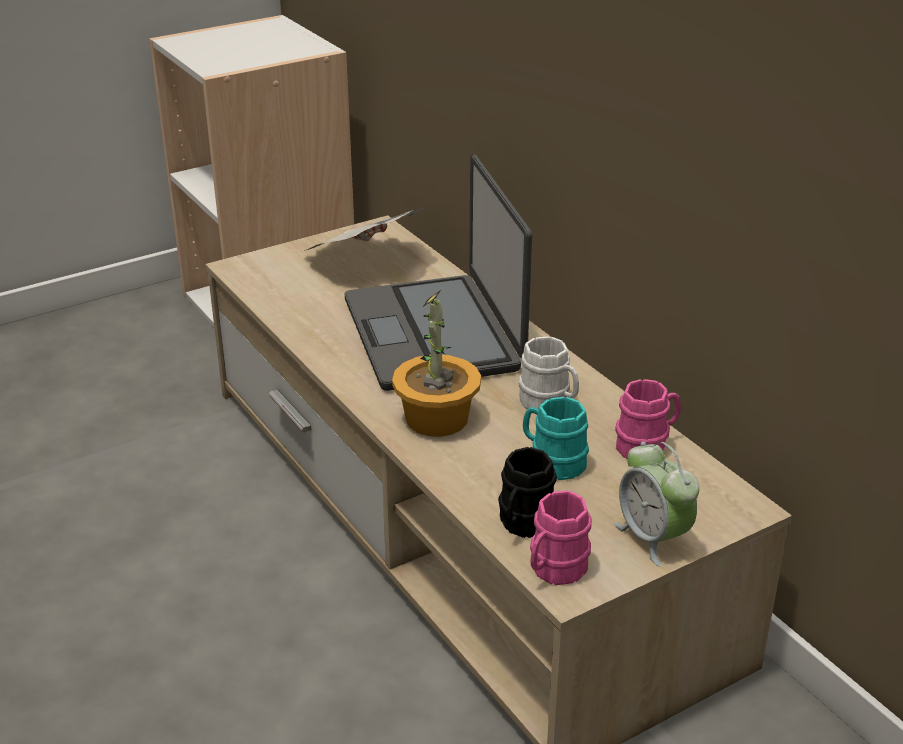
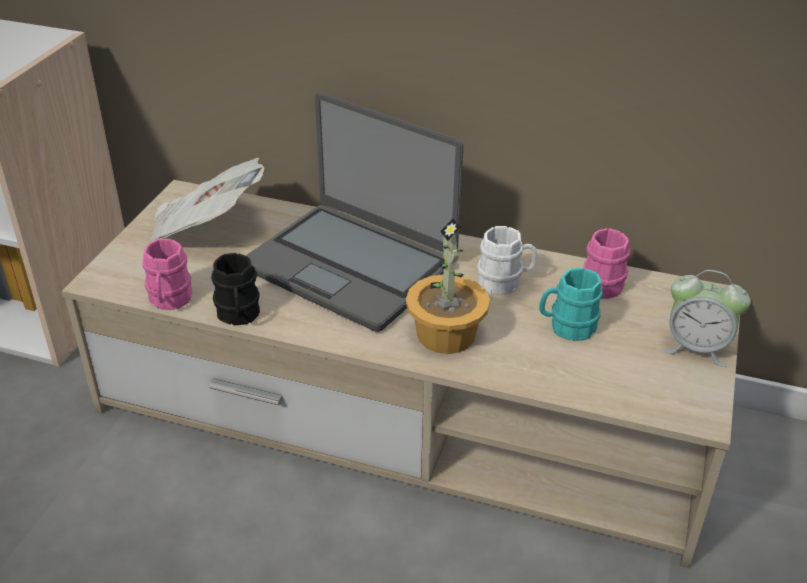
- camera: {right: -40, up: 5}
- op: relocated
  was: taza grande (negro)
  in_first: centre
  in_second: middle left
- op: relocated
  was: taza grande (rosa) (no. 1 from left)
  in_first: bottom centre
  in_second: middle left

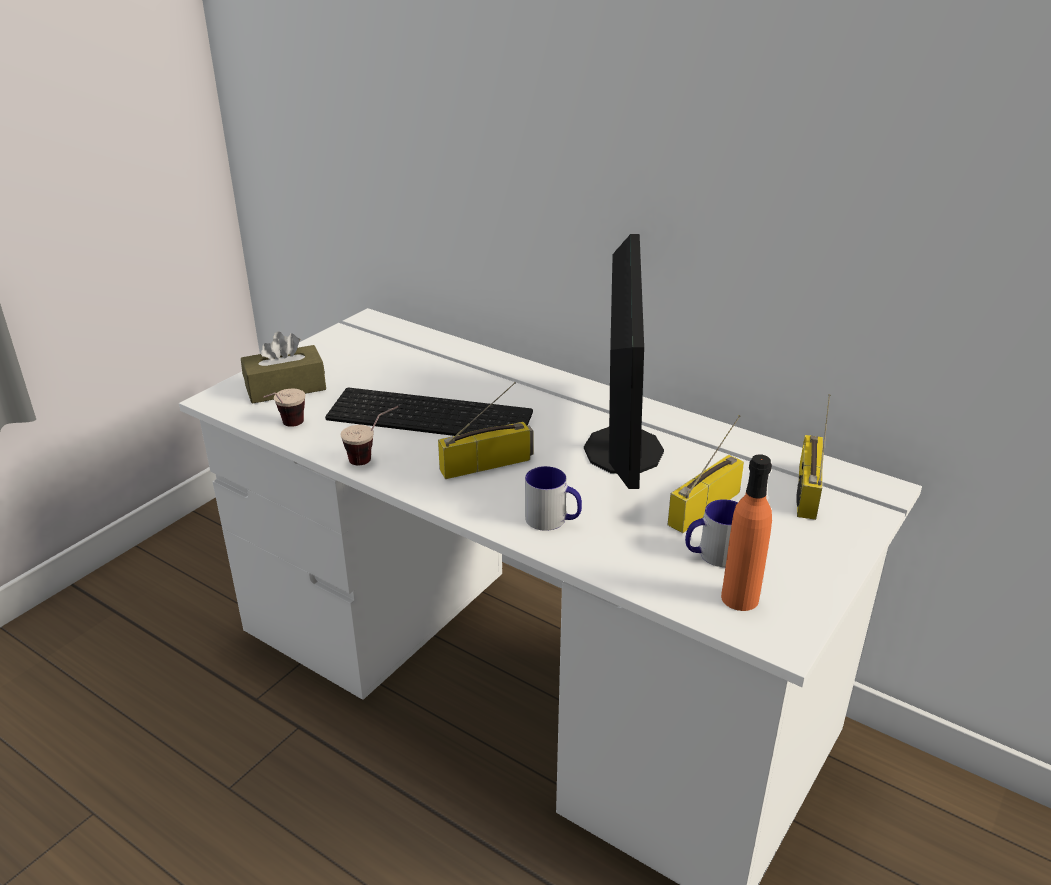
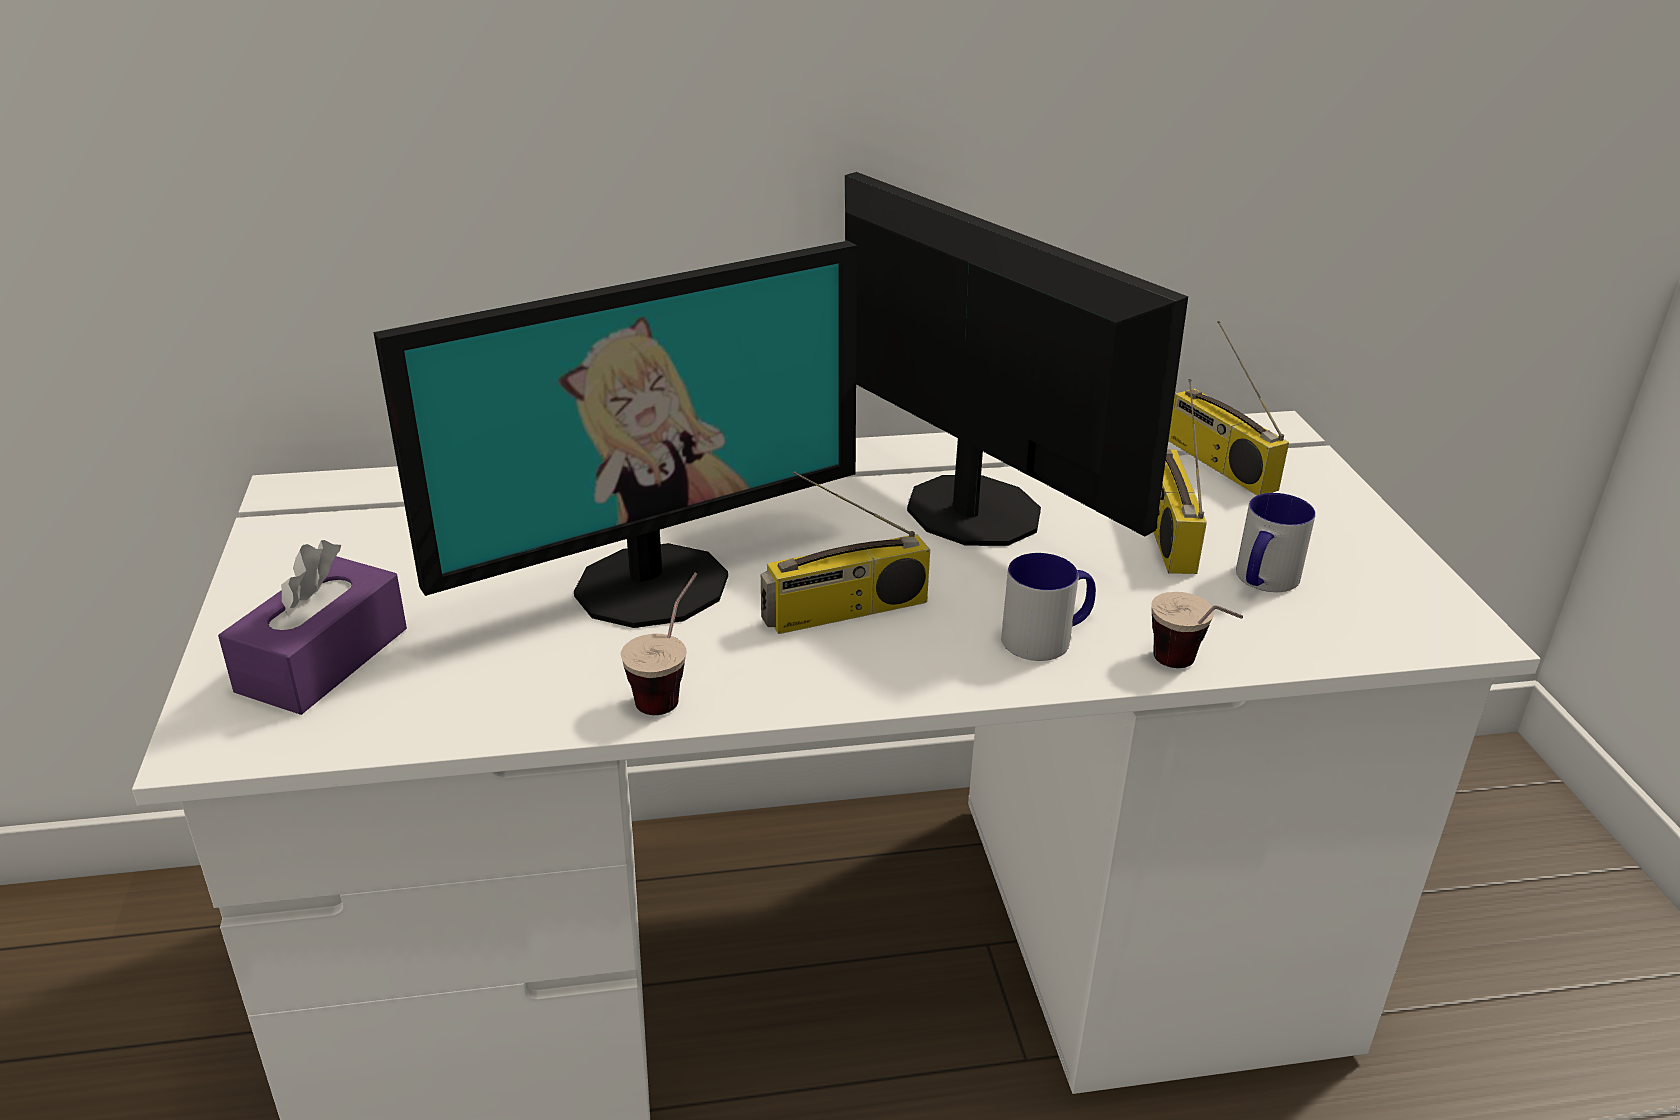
- camera: {right: -45, up: 0}
- op: colour
  was: caja de pañuelos (marrón)
  now: caja de pañuelos (morado)
  in_first: middle left
  in_second: middle left
- op: spun
  was: radio (no. 1 from left)
  in_first: centre
  in_second: centre
  clockwise: -135
- op: exchanged
  was: teclado
  now: monitor (no. 1 from left)
  in_first: centre
  in_second: centre
- op: relocated
  was: taza (no. 1 from left in the first image)
  now: taza (no. 2 from left)
  in_first: middle left
  in_second: middle right
- op: missing
  was: botella (naranja)
  in_first: middle right

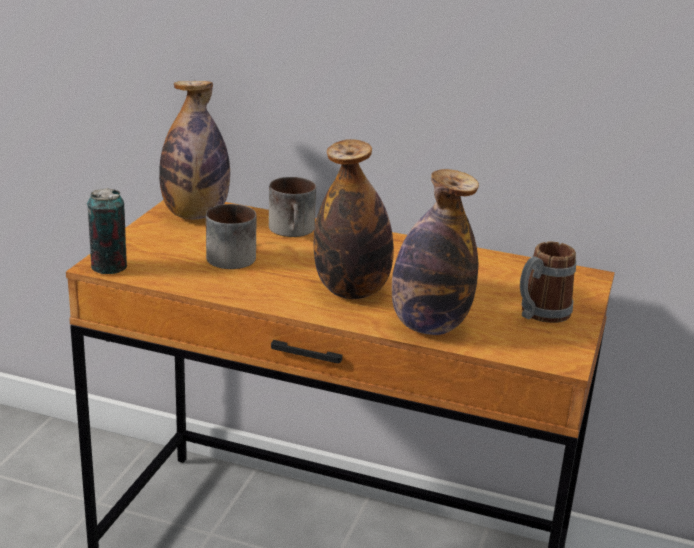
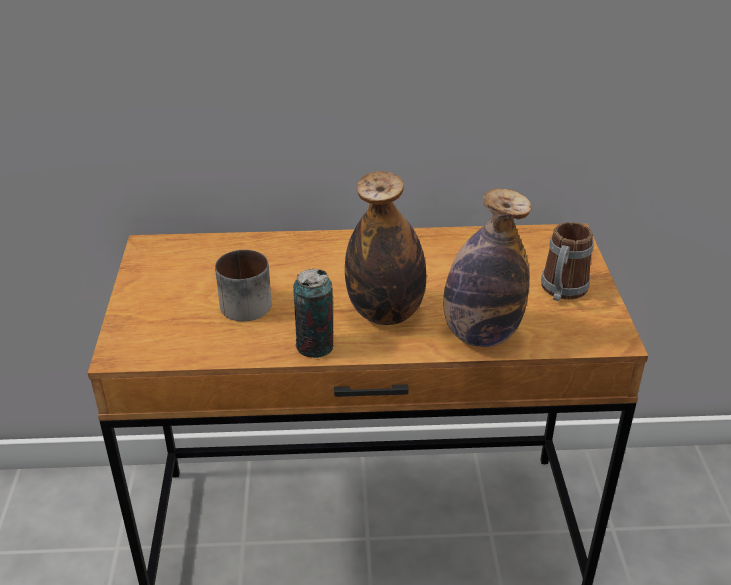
- camera: {right: -20, up: 10}
- op: missing
  was: botella (no. 1 from left)
  in_first: top left
- op: missing
  was: taza grande (no. 2 from left)
  in_first: centre
- op: relocated
  was: lata
  in_first: middle left
  in_second: centre

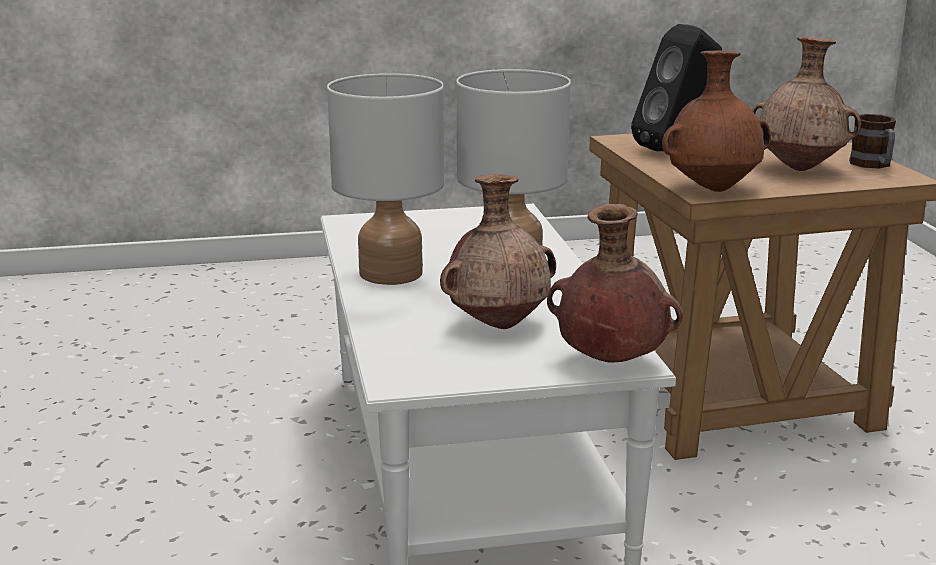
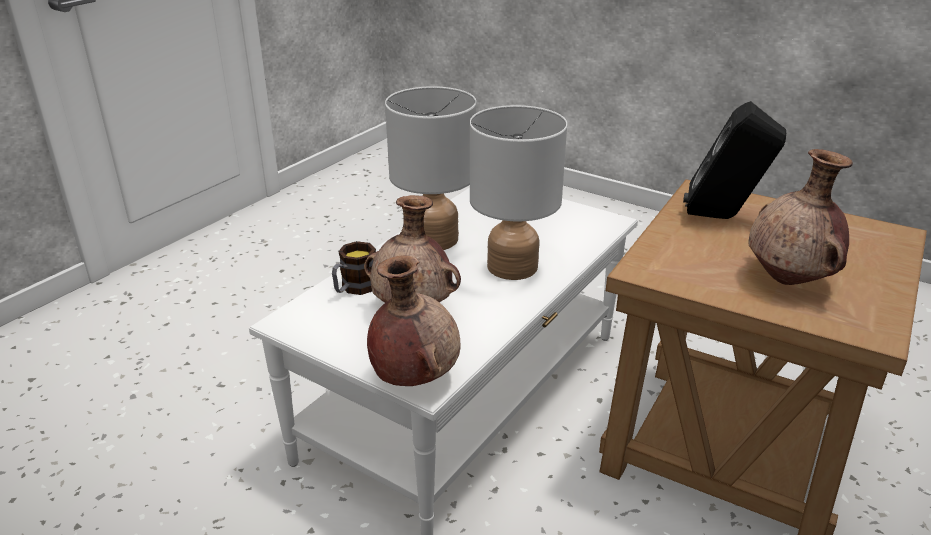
- camera: {right: 45, up: 10}
- op: missing
  was: florero (marrón) (no. 3 from left)
  in_first: top right
- op: relocated
  was: taza grande
  in_first: top right
  in_second: centre

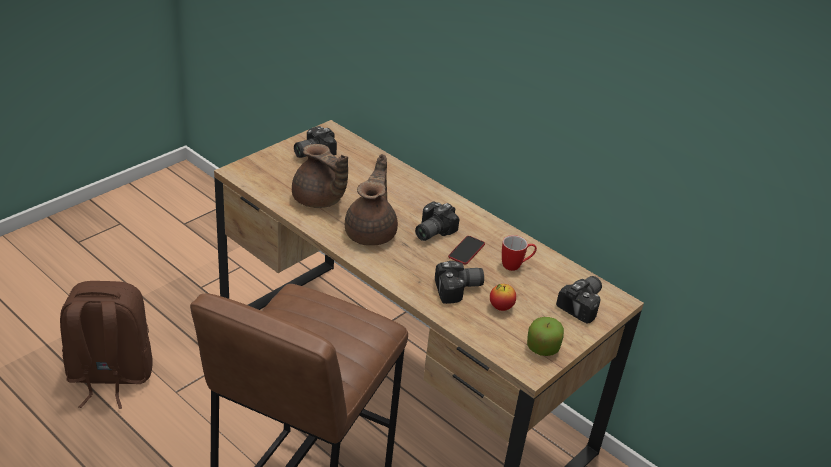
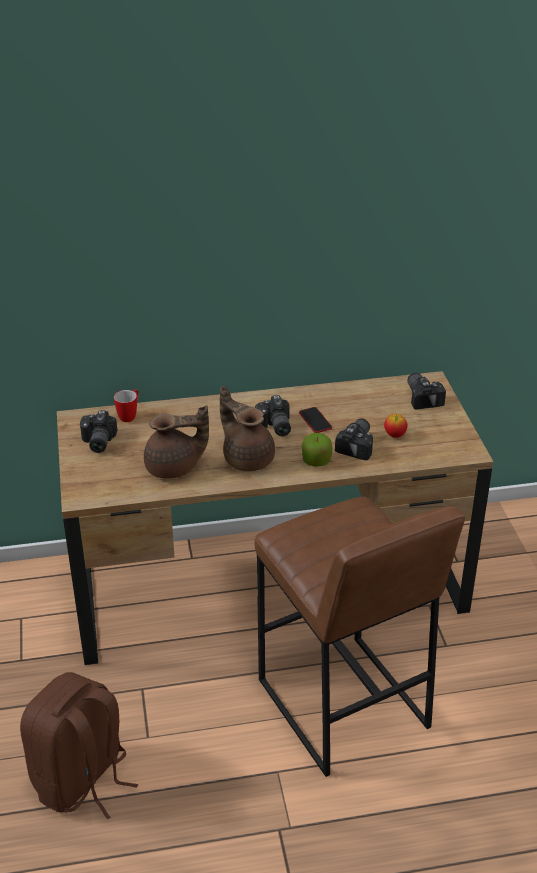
- camera: {right: -50, up: 0}
- op: relocated
  was: taza grande
  in_first: centre
  in_second: middle left
- op: relocated
  was: manzana (no. 2 from left in the first image)
  now: manzana (no. 1 from left)
  in_first: bottom centre
  in_second: centre

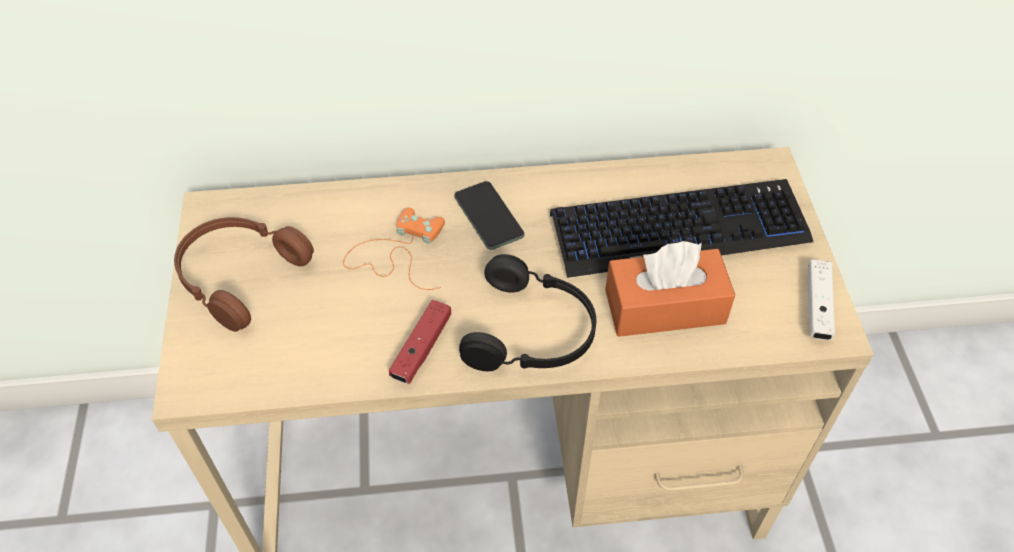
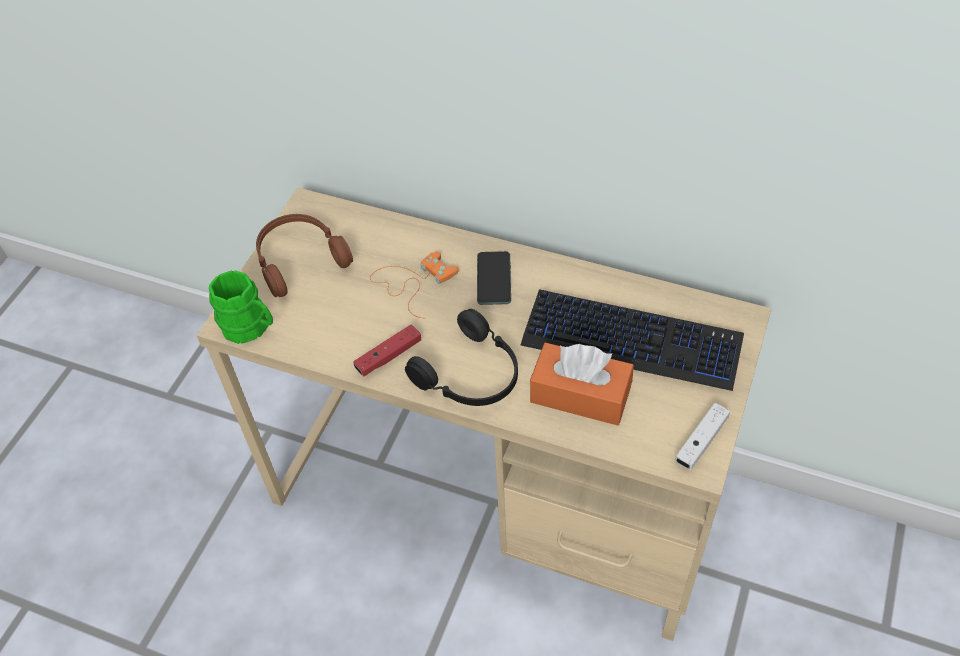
- camera: {right: 30, up: 0}
- op: appeared
  now: taza grande (verde)
  in_second: middle left

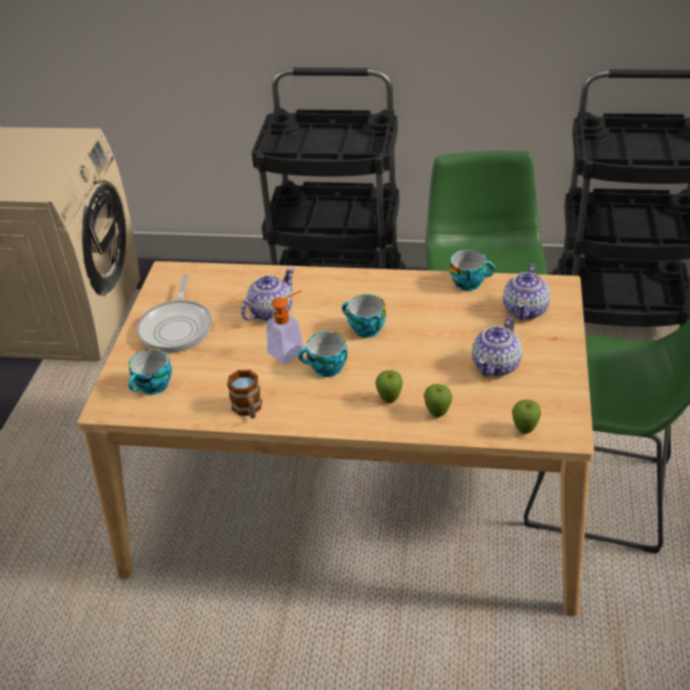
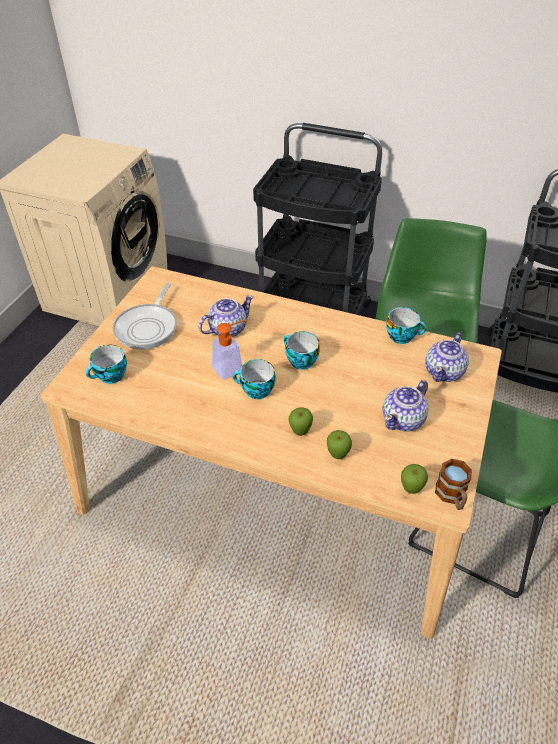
- camera: {right: 10, up: 5}
- op: relocated
  was: taza grande
  in_first: centre
  in_second: middle right

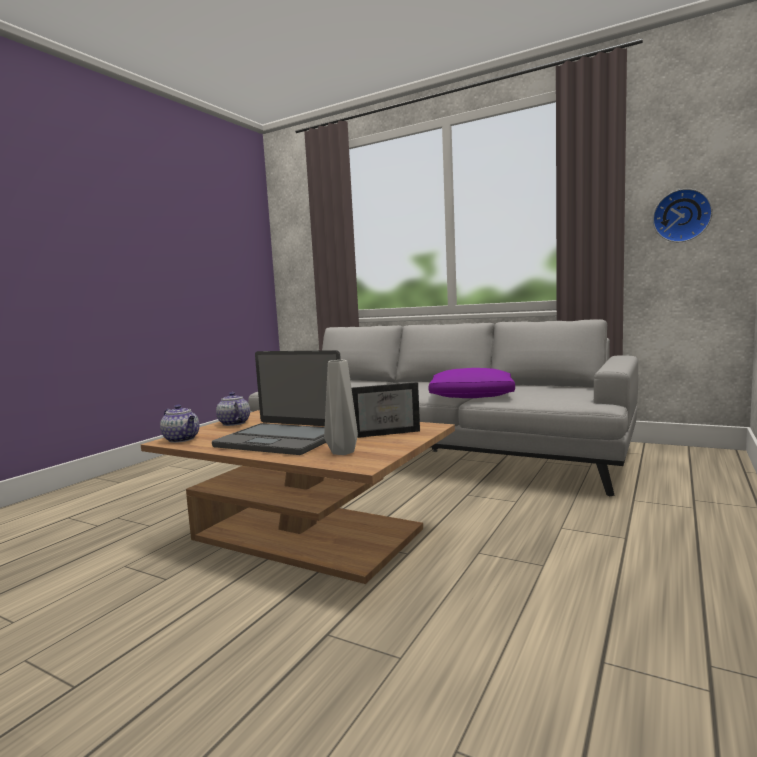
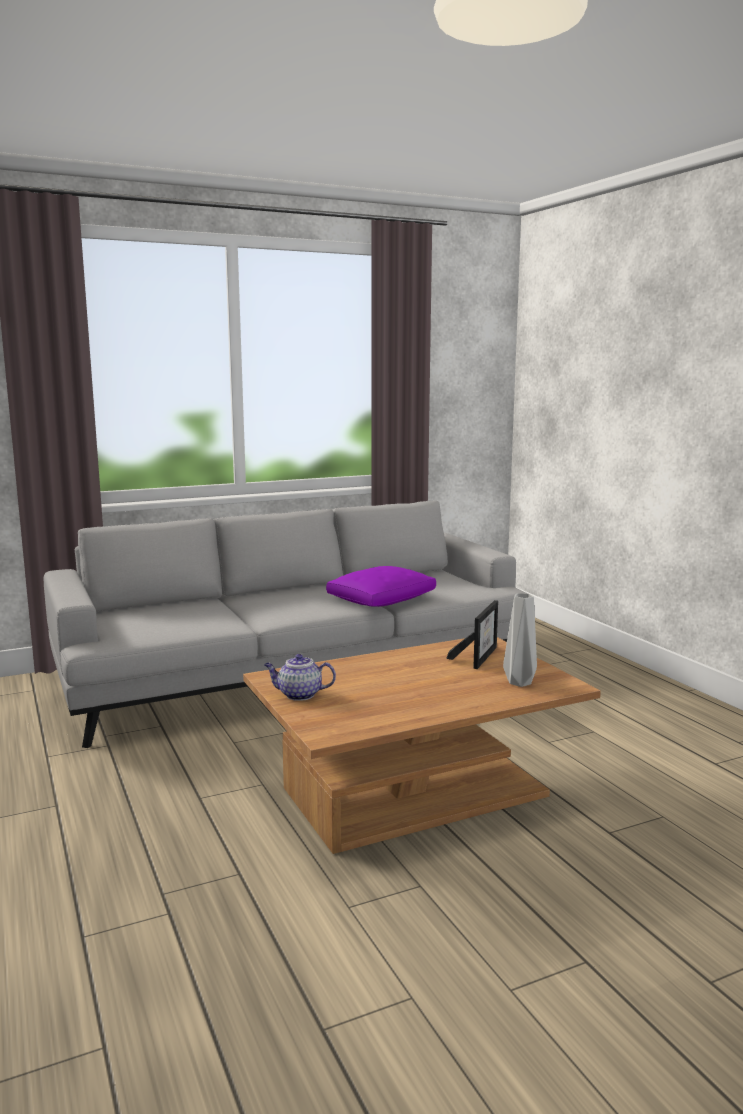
- camera: {right: -55, up: 5}
- op: missing
  was: reloj de pared
  in_first: top right
- op: missing
  was: portátil
  in_first: centre
- op: missing
  was: tetera (no. 1 from left)
  in_first: middle left

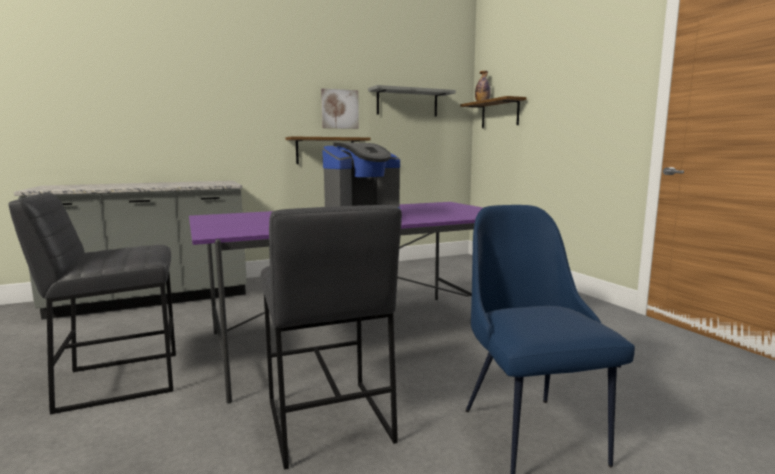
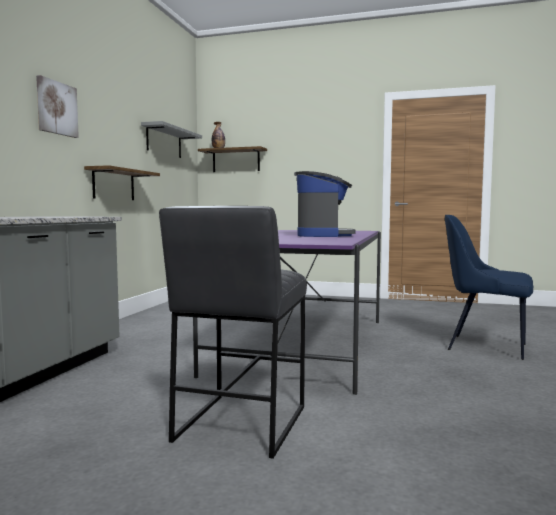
- camera: {right: -50, up: -5}
- op: relocated
  was: cuadro
  in_first: top centre
  in_second: top left
- op: missing
  was: taburete (gris) (no. 2 from left)
  in_first: bottom centre

